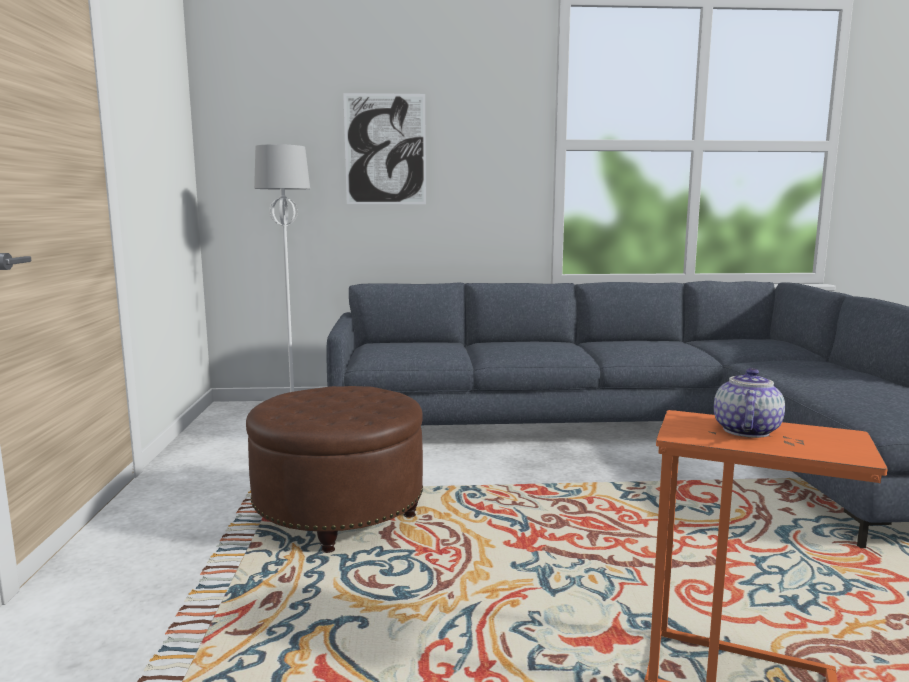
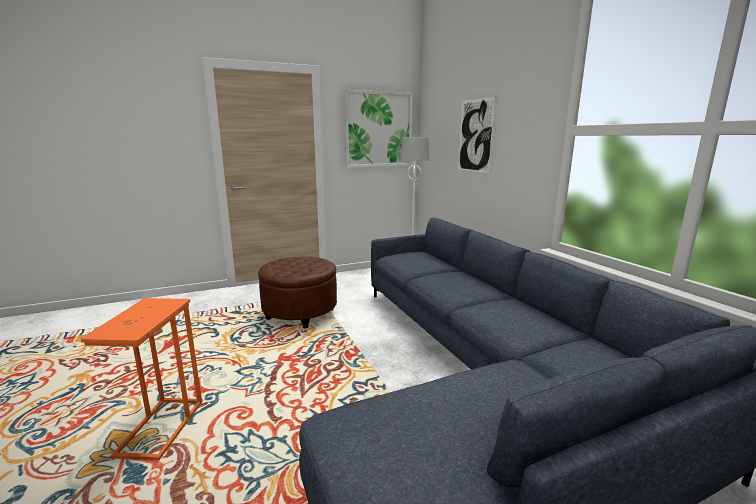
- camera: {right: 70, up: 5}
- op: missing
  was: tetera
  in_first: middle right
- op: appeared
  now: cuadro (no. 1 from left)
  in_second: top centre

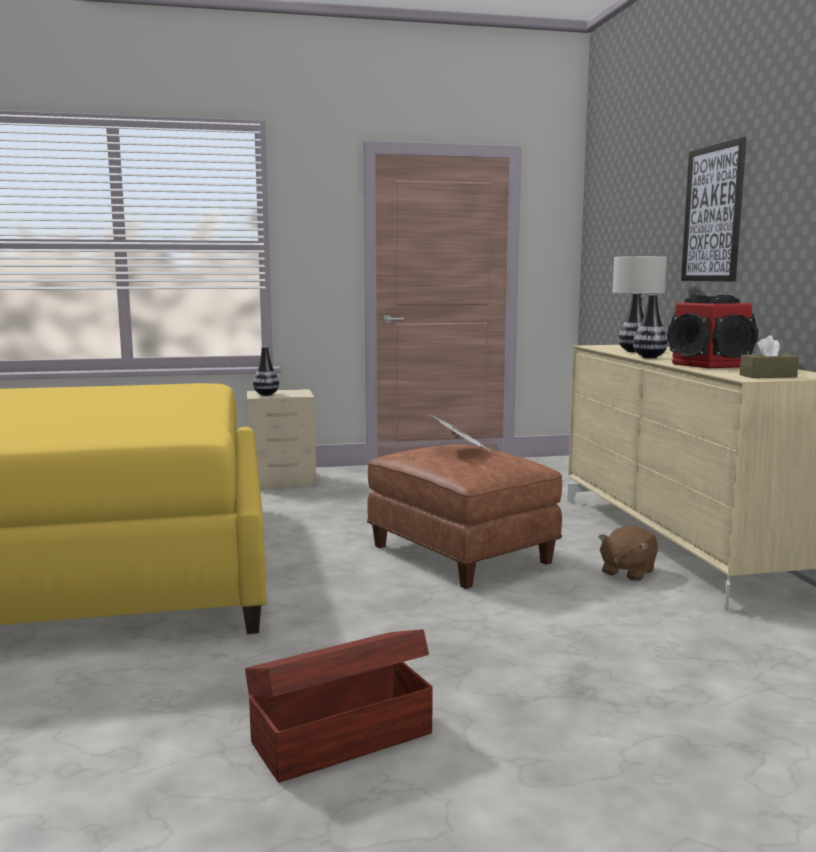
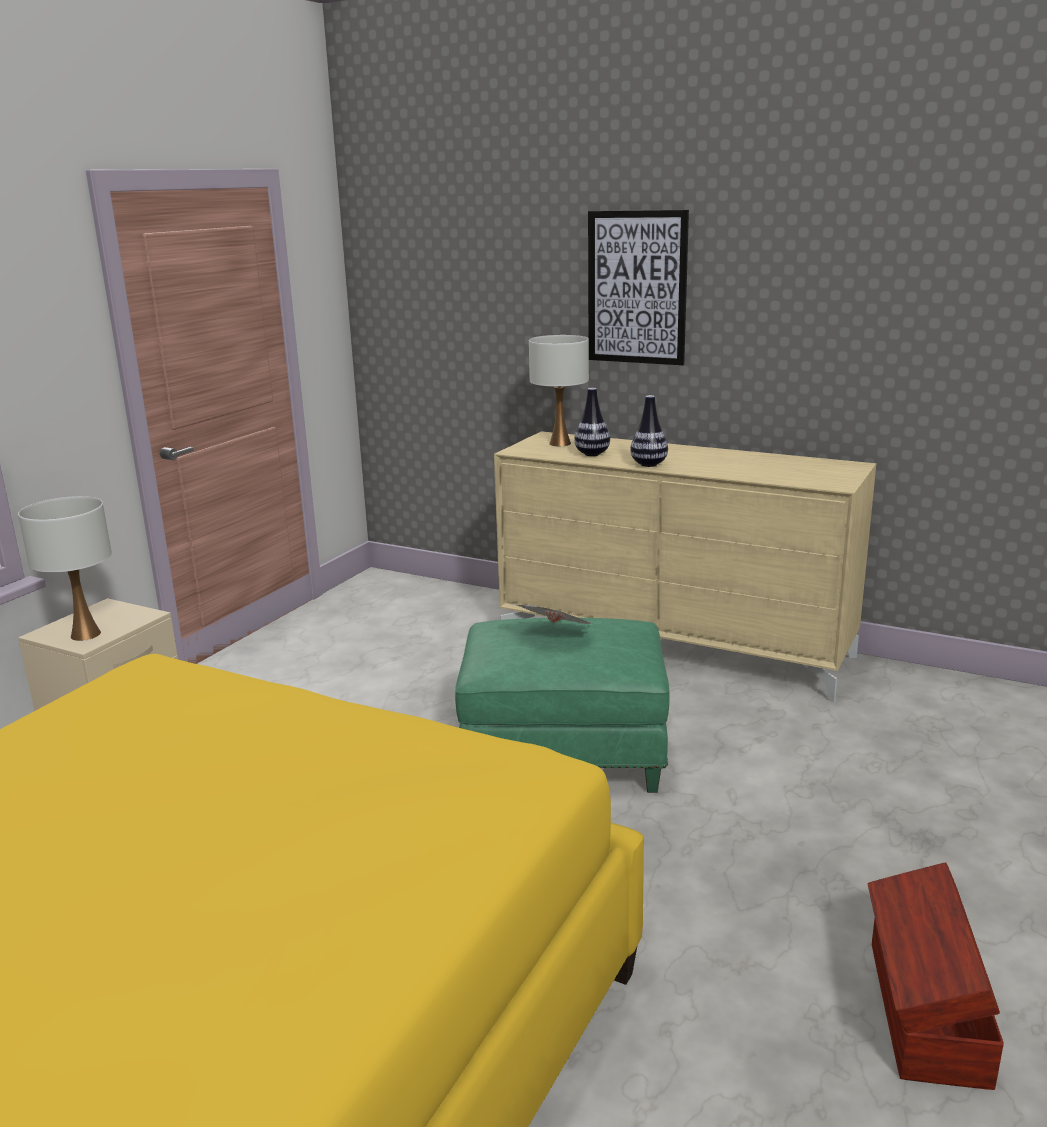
- camera: {right: -50, up: 10}
- op: missing
  was: altavoz
  in_first: middle right
- op: missing
  was: caja de pañuelos (marrón)
  in_first: middle right
- op: exchanged
  was: florero (no. 1 from left)
  now: lámpara de mesa (blanco) (no. 1 from left)
  in_first: middle left
  in_second: middle left
- op: colour
  was: puf (marrón)
  now: puf (verde)
  in_first: centre
  in_second: centre
- op: missing
  was: peluche (marrón)
  in_first: middle right

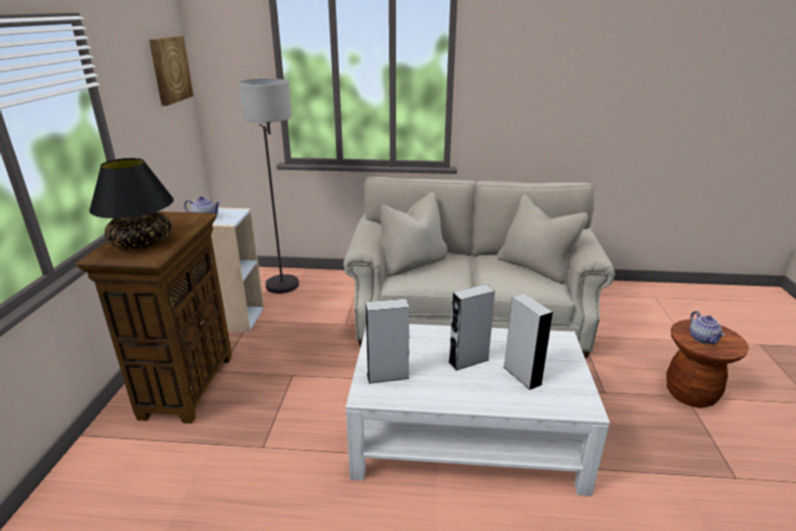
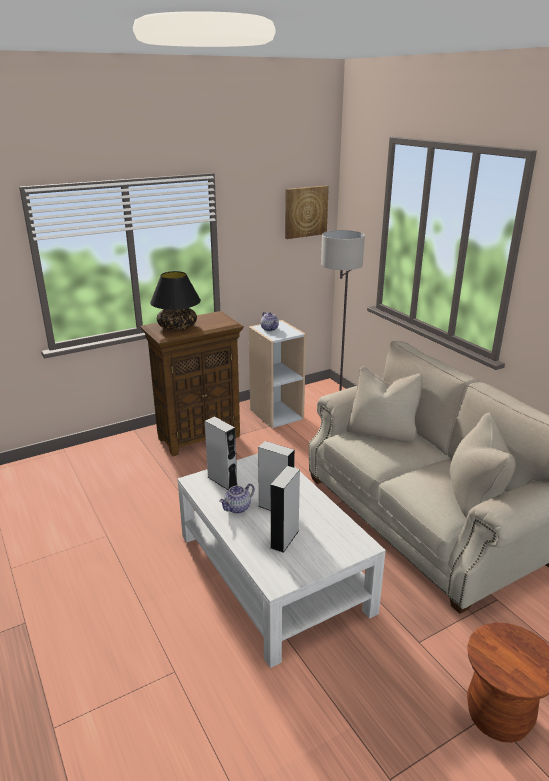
- camera: {right: 55, up: 0}
- op: relocated
  was: tetera (no. 2 from left in the first image)
  now: tetera (no. 1 from left)
  in_first: middle right
  in_second: centre

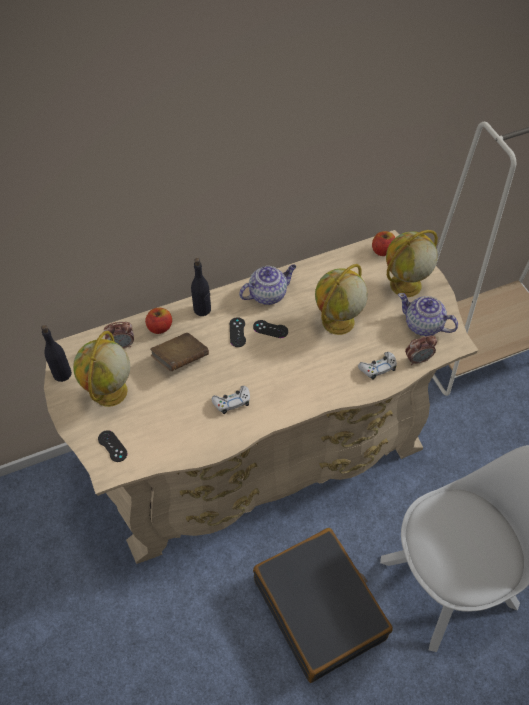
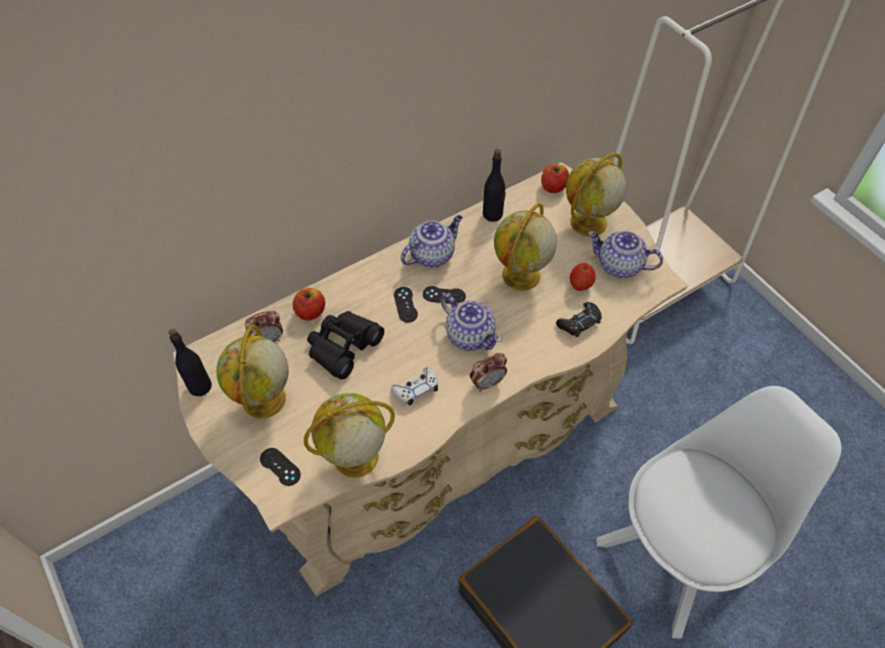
- camera: {right: -10, up: 0}
- op: relocated
  was: botella (negro) (no. 2 from left)
  in_first: centre
  in_second: top centre
- op: exchanged
  was: libro (marrón)
  now: prismáticos (negro)
  in_first: centre
  in_second: centre
- op: relocated
  was: despertador (no. 2 from left)
  in_first: middle right
  in_second: centre
- op: colour
  was: mando de consola (blanco) (no. 2 from left)
  now: mando de consola (negro) (no. 4 from left)
  in_first: middle right
  in_second: centre
- op: appeared
  now: manzana (no. 3 from left)
  in_second: centre
- op: appeared
  now: tetera (no. 2 from left)
  in_second: centre
- op: appeared
  now: globo terráqueo (no. 2 from left)
  in_second: bottom centre

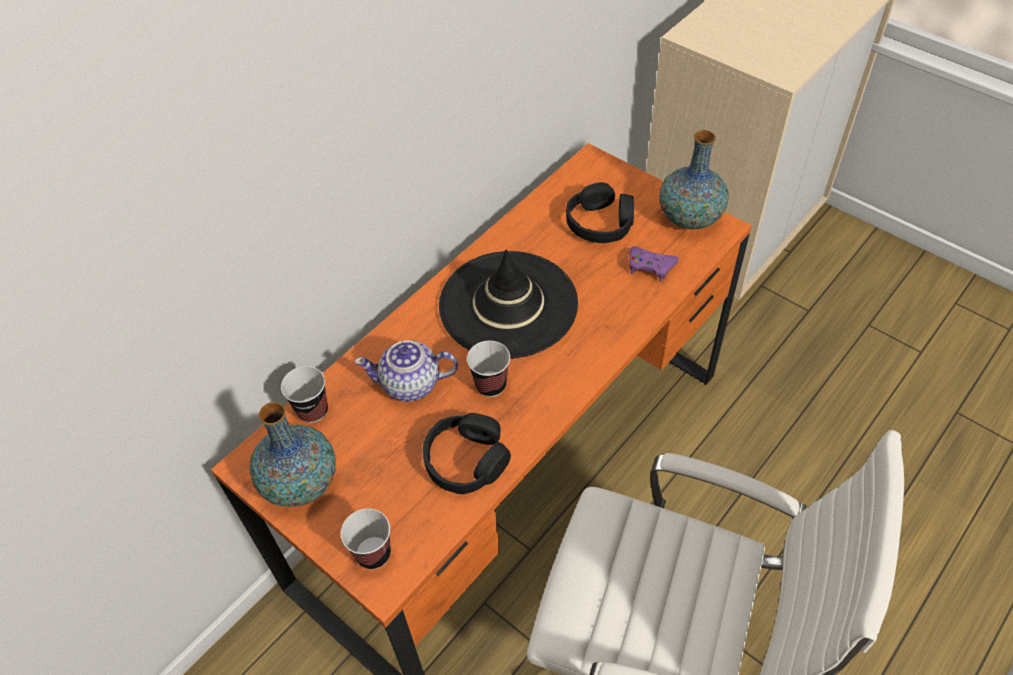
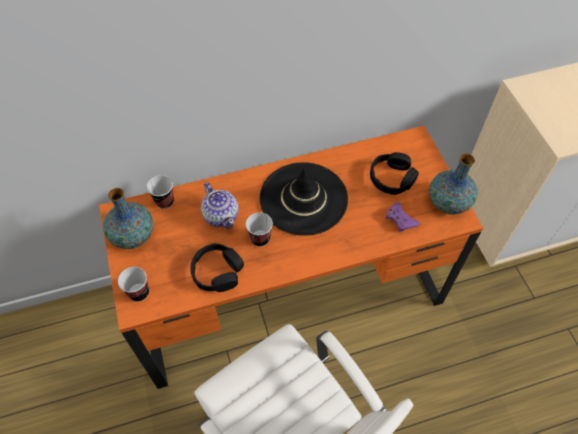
- camera: {right: 30, up: 5}
- op: spun
  was: tetera
  in_first: centre
  in_second: centre
  clockwise: -150

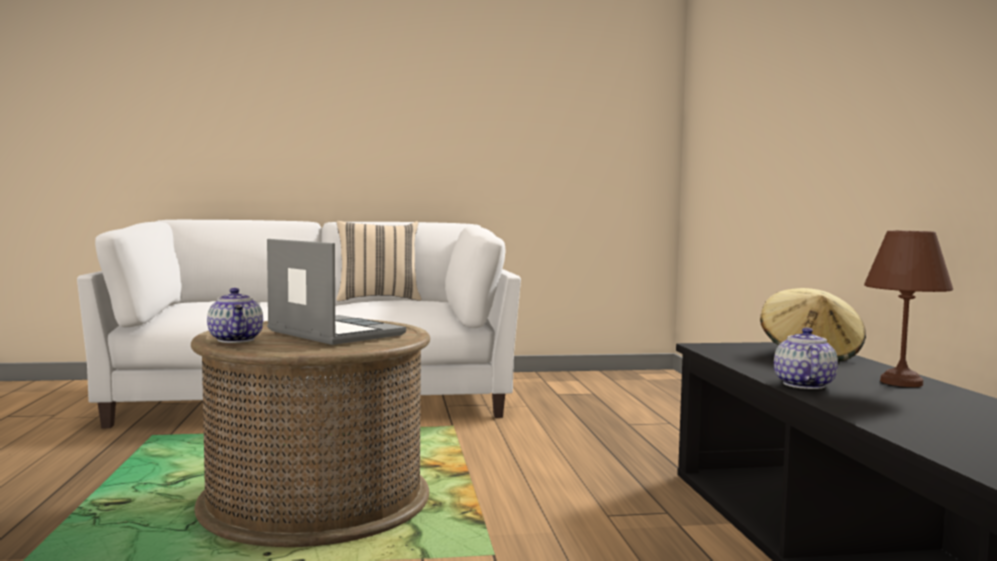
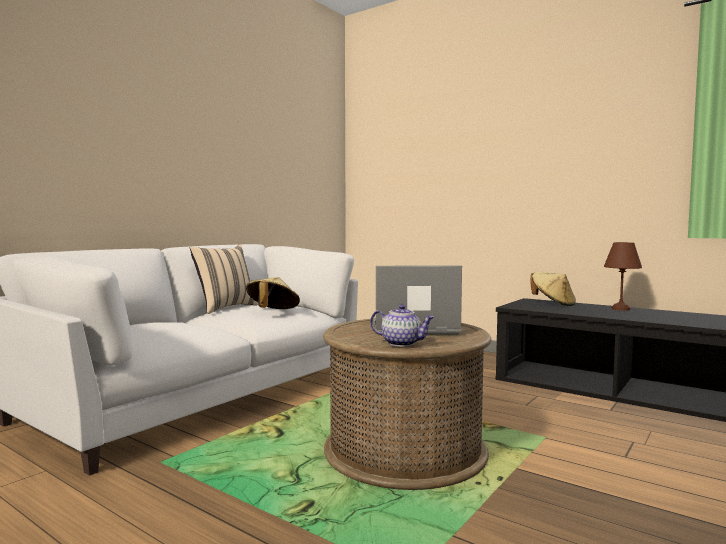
- camera: {right: -45, up: 0}
- op: missing
  was: tetera (no. 2 from left)
  in_first: middle right
- op: appeared
  now: sombrero (beis) (no. 1 from left)
  in_second: centre

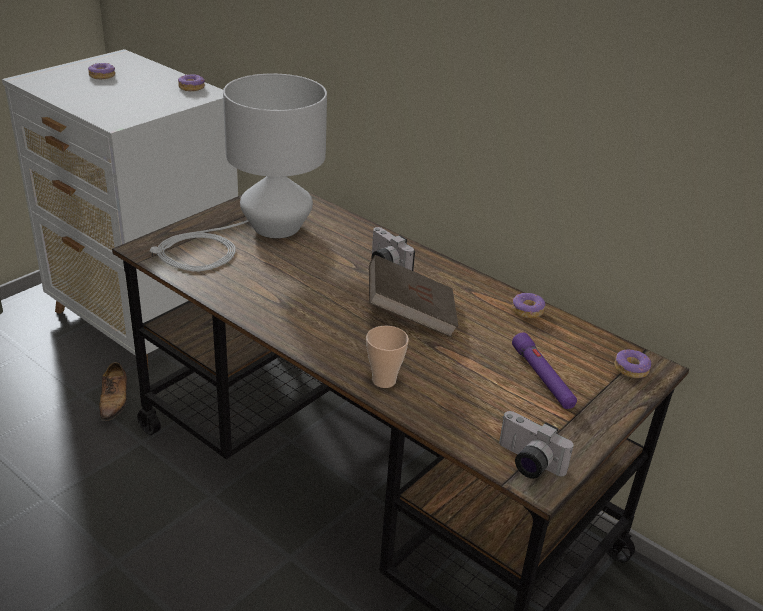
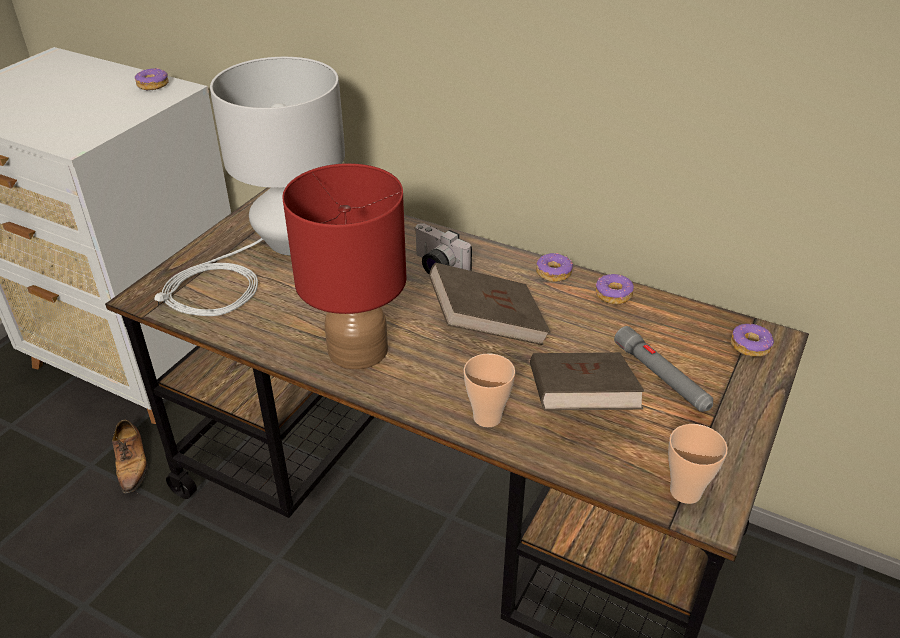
- camera: {right: -10, up: 5}
- op: relocated
  was: rosquilla (no. 1 from left in the first image)
  now: rosquilla (no. 2 from left)
  in_first: top left
  in_second: centre
- op: colour
  was: linterna (morado)
  now: linterna (gris)
  in_first: middle right
  in_second: middle right
- op: exchanged
  was: cámara (no. 2 from left)
  now: taza (no. 2 from left)
  in_first: bottom right
  in_second: bottom right
- op: appeared
  now: lámpara de mesa (rojo)
  in_second: centre
- op: appeared
  now: libro (marrón) (no. 2 from left)
  in_second: centre

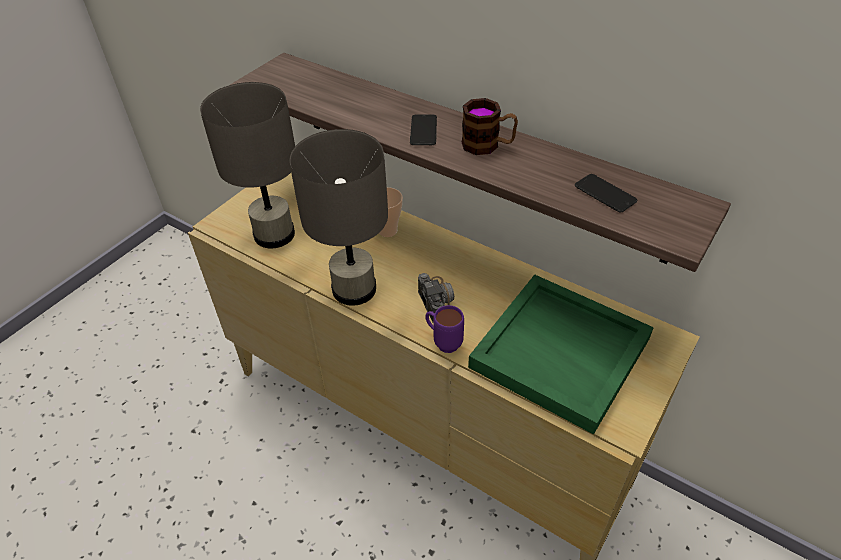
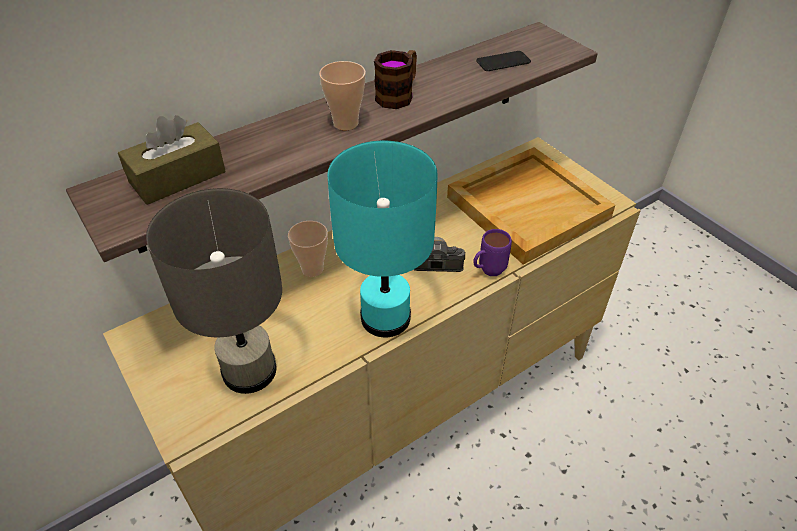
- camera: {right: -70, up: 0}
- op: exchanged
  was: móvil (no. 1 from left)
  now: taza (no. 2 from left)
  in_first: top centre
  in_second: top centre
- op: colour
  was: lámpara de mesa (gris) (no. 2 from left)
  now: lámpara de mesa (turquesa)
  in_first: centre
  in_second: centre
- op: colour
  was: bandeja (verde)
  now: bandeja (beis)
  in_first: middle right
  in_second: centre
- op: appeared
  now: caja de pañuelos (marrón)
  in_second: top left

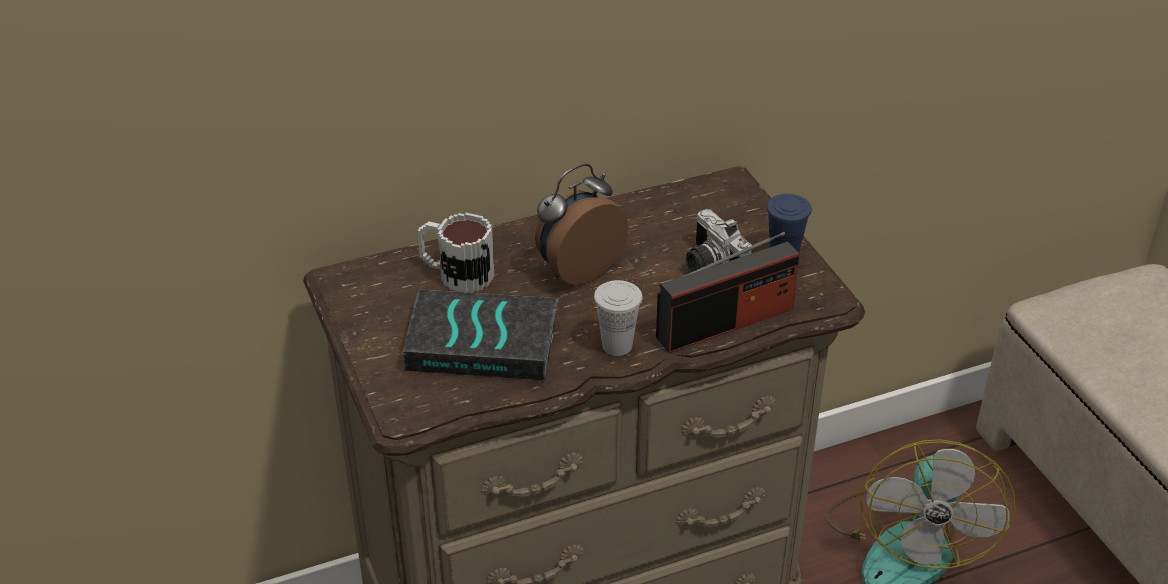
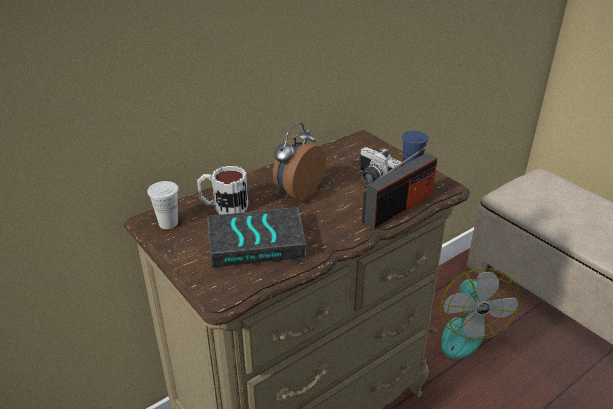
- camera: {right: -15, up: -5}
- op: relocated
  was: taza (blanco)
  in_first: centre
  in_second: middle left

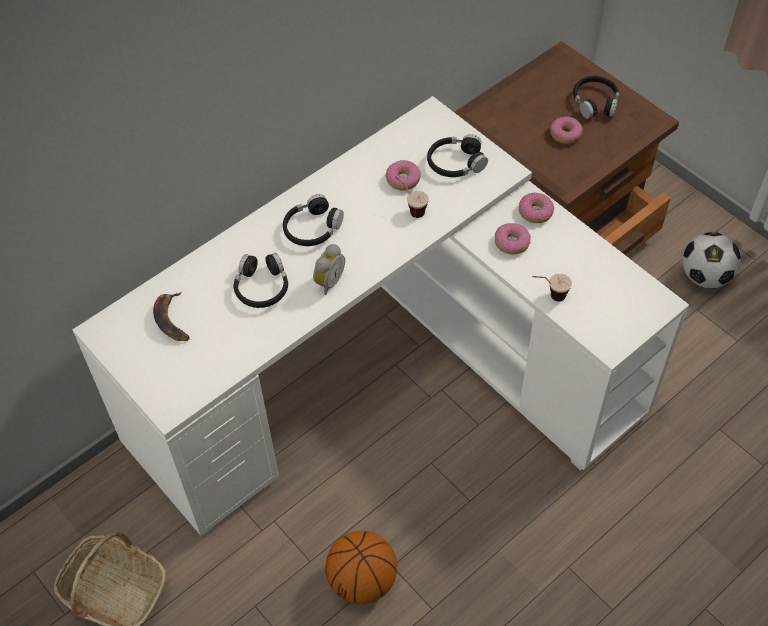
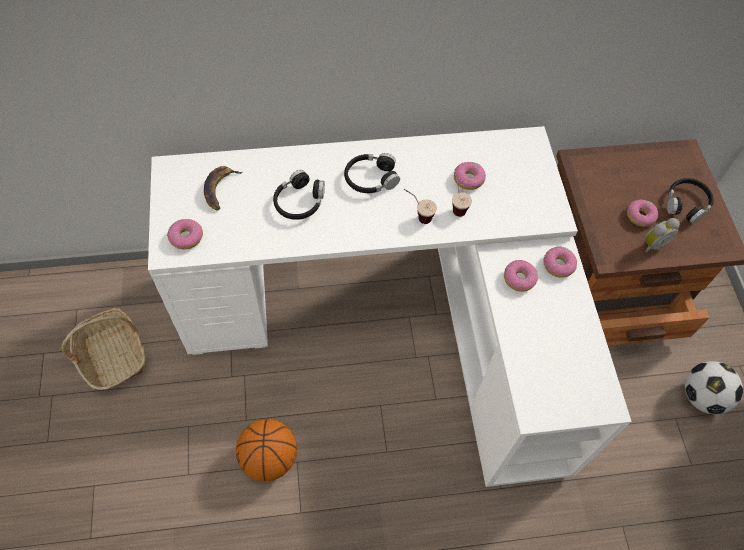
- camera: {right: 30, up: 5}
- op: missing
  was: auriculares (negro) (no. 3 from left)
  in_first: top centre
- op: relocated
  was: despertador
  in_first: centre
  in_second: middle right
- op: relocated
  was: taza (no. 2 from left in the first image)
  now: taza (no. 1 from left)
  in_first: middle right
  in_second: centre
- op: appeared
  now: rosquilla (no. 1 from left)
  in_second: middle left

